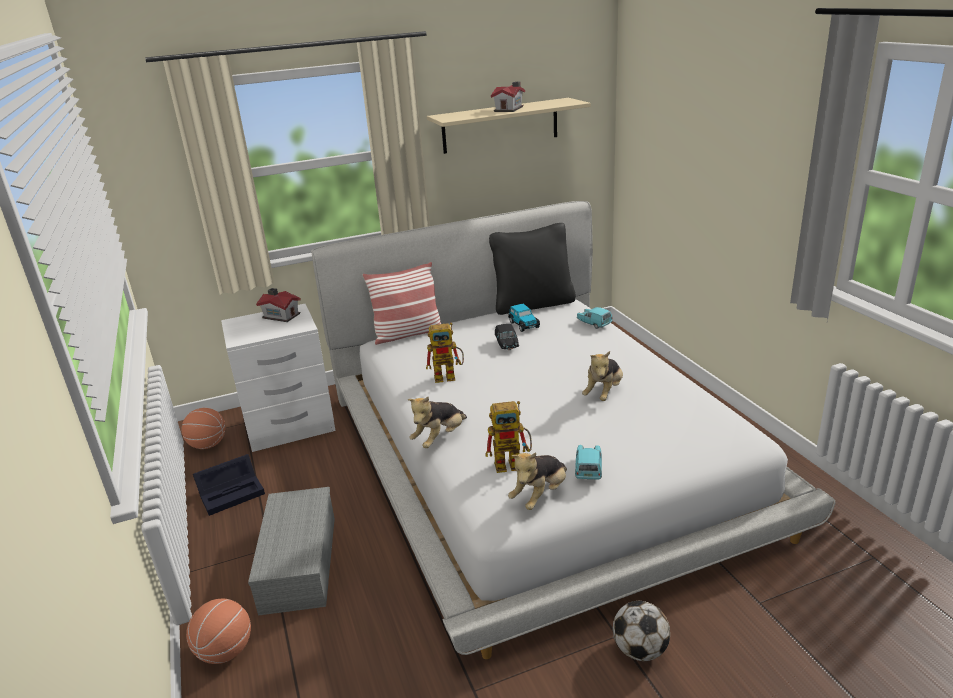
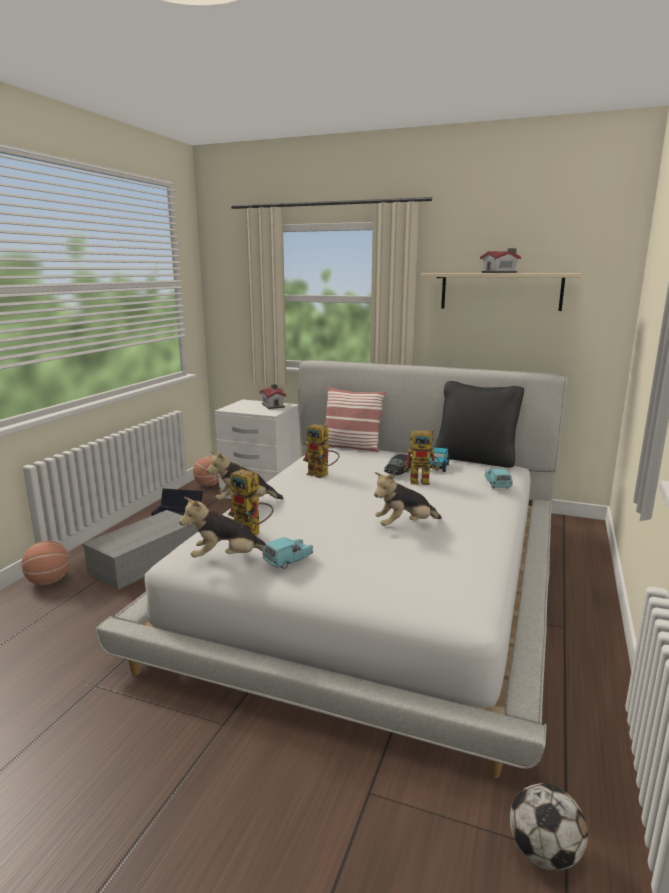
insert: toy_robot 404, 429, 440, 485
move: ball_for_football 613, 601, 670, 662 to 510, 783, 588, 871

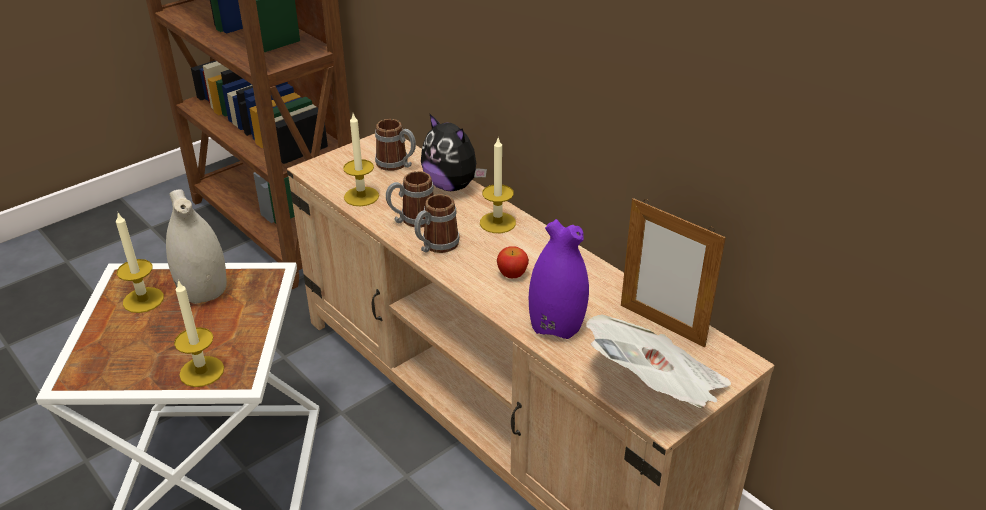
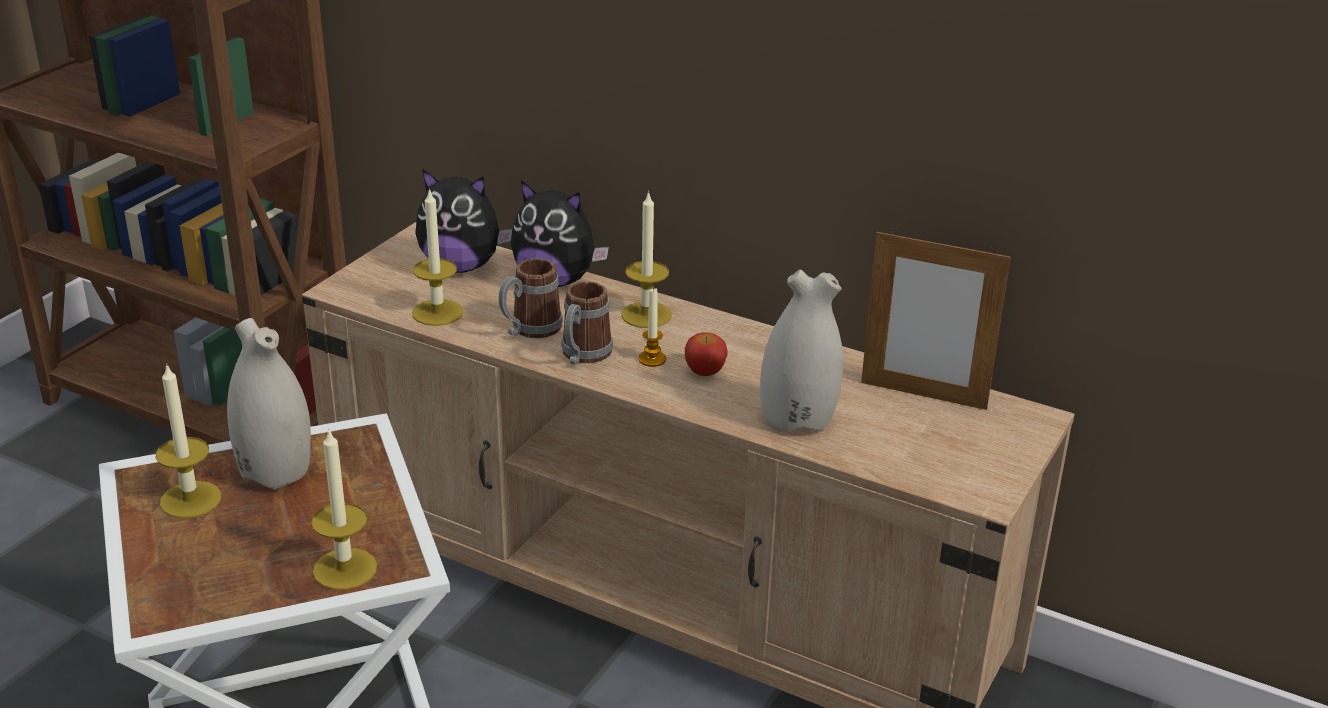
delete: printed_paper 586, 314, 731, 408
insert: wax_light 638, 287, 666, 367
replace: coffee_mug 375, 119, 416, 171 to cuddly_toy 415, 170, 512, 273
recolor: purple_flower_vase 529, 219, 589, 339 to whitish_flower_vase 760, 270, 844, 432

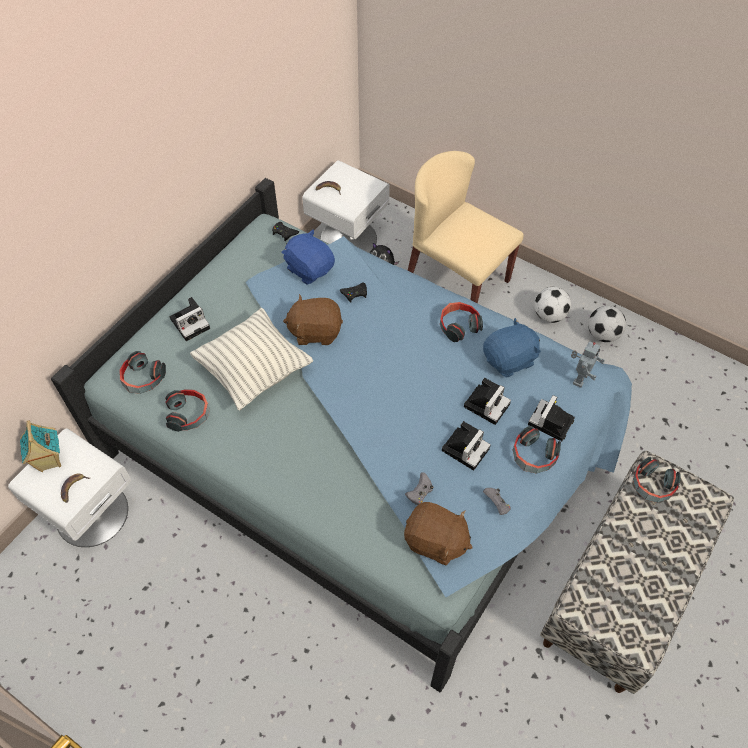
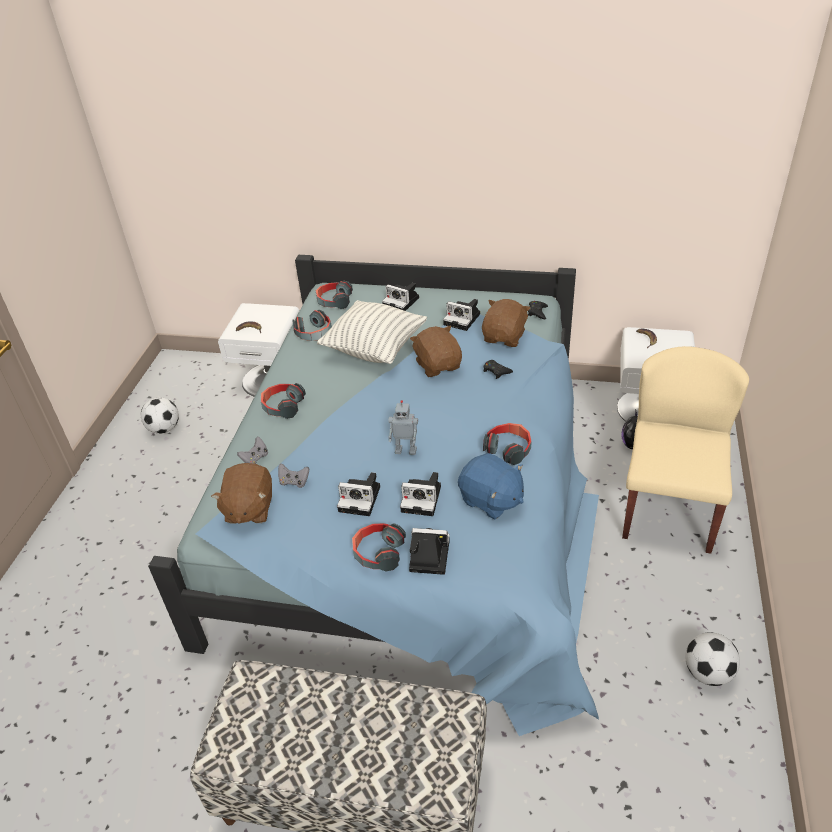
delete: toy_house 20, 420, 61, 472
insert: photo_camera 443, 299, 480, 331
move: grey_gamepad 483, 488, 511, 515 to 237, 436, 268, 464; ball_for_football 534, 287, 571, 323 to 141, 397, 179, 434; toy_robot 571, 341, 605, 388 to 388, 400, 418, 455; pair_of_headphones 633, 457, 681, 503 to 261, 383, 306, 419
recolor: blue-coloured_cuddly_toy 282, 229, 335, 284 to brown_cuddly_toy 482, 299, 530, 347

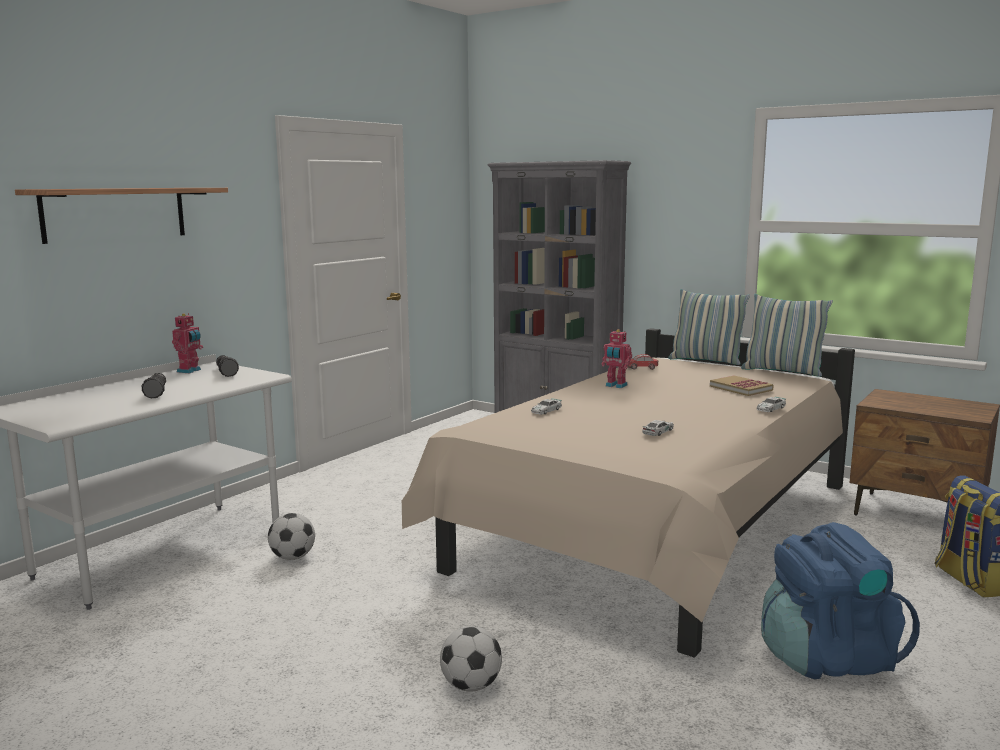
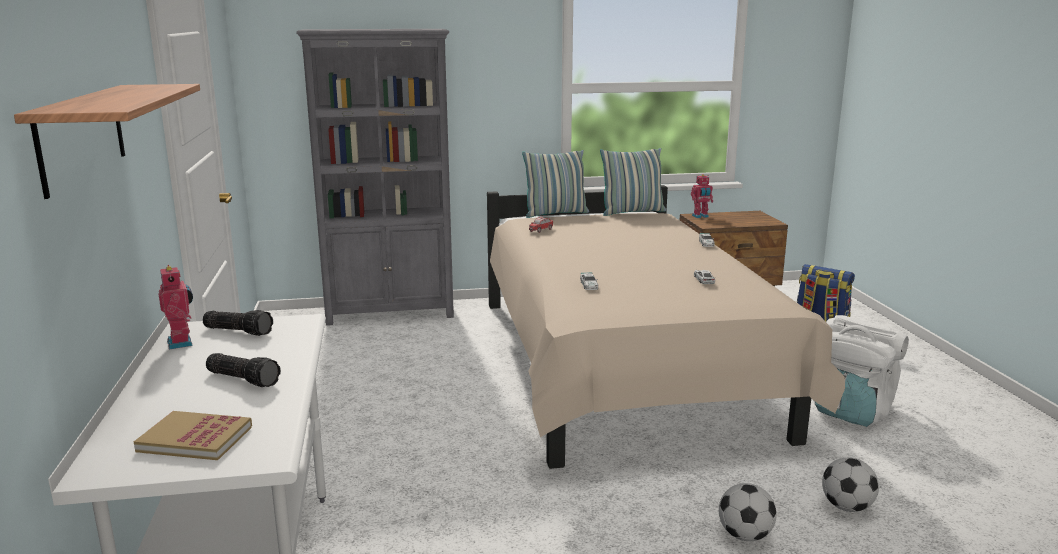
move: ball_for_football 268, 513, 315, 560 to 822, 457, 879, 512; toy_robot 602, 329, 632, 388 to 691, 174, 713, 218; book 710, 376, 774, 396 to 134, 411, 252, 460
recolor: blue-coloured_knapsack 761, 522, 920, 679 to whitish_knapsack 813, 315, 909, 427

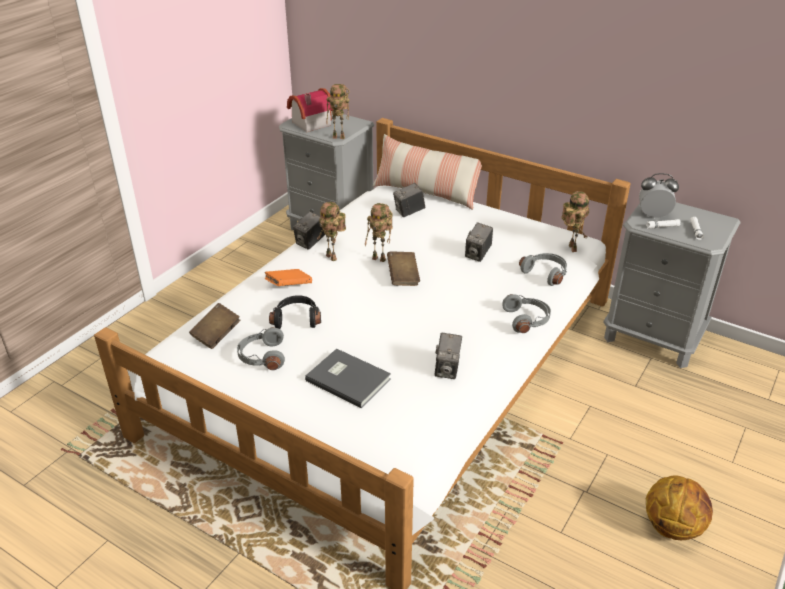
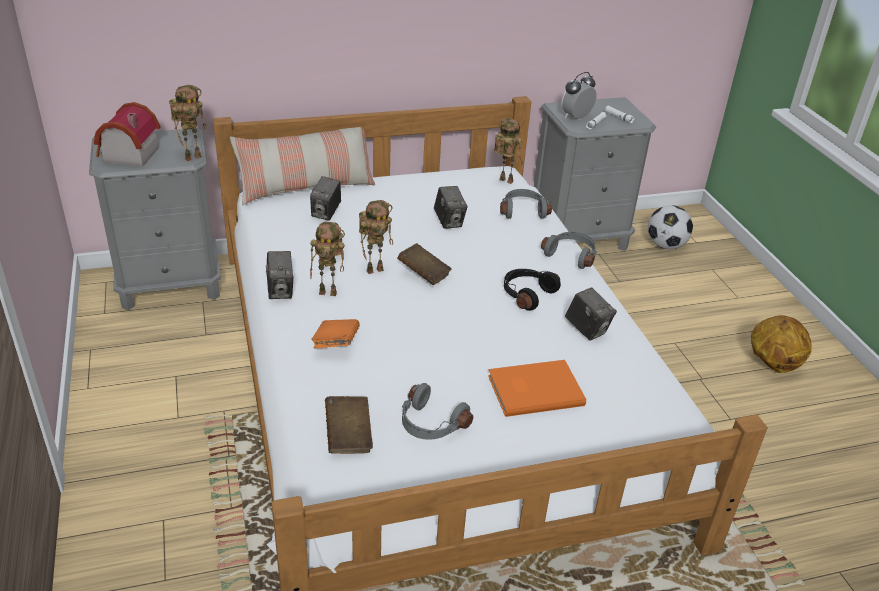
insert: ball_for_football 648, 205, 693, 249
move: blackish_pair_of_headphones 269, 295, 321, 329 to 504, 269, 561, 311
recolor: grey_book 305, 349, 391, 408 to orangey_book 488, 360, 586, 417

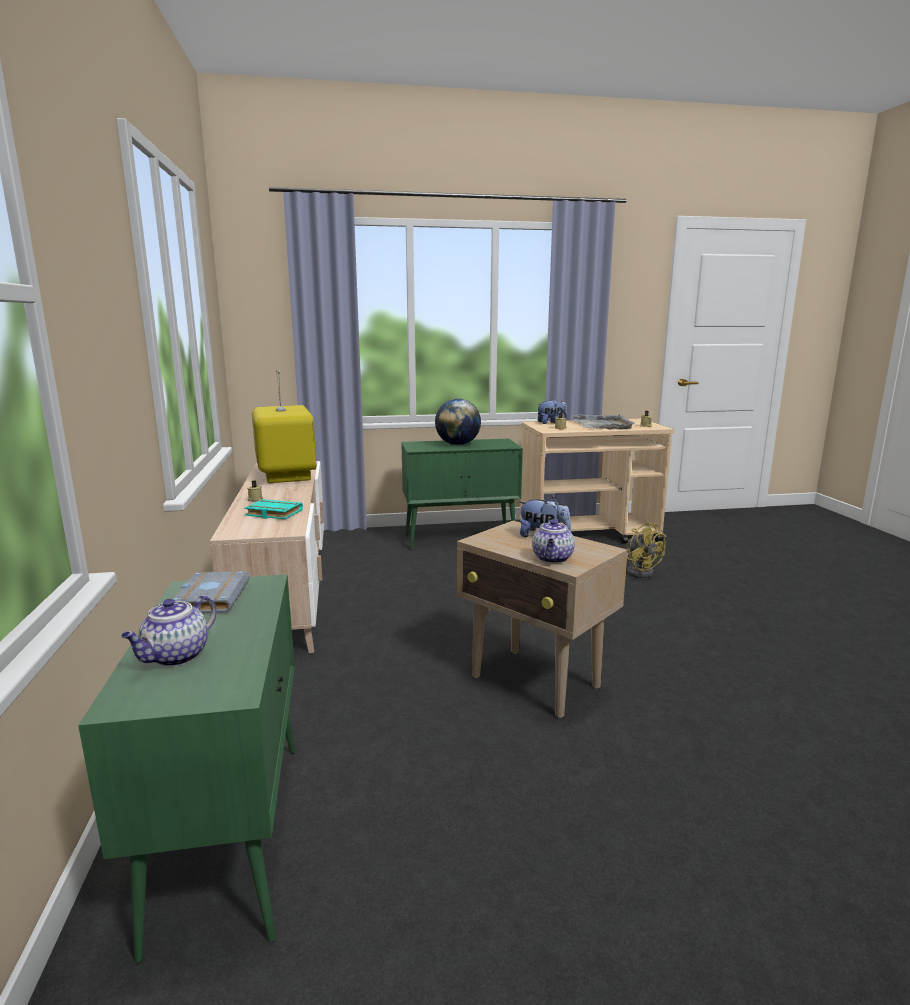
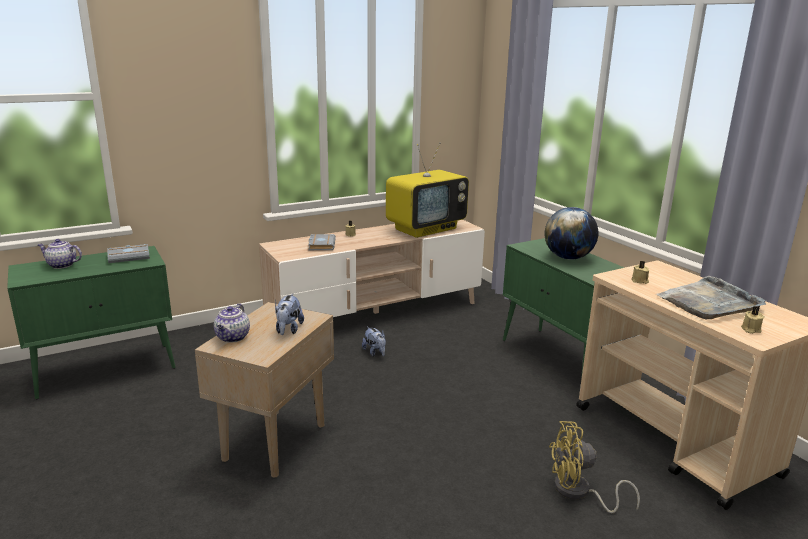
move: cuddly_toy 538, 399, 568, 424 to 362, 327, 386, 357
recolor: turquoise_book 244, 499, 303, 519 to grey_book 308, 234, 336, 250
rotate: teapot 532, 519, 575, 563 = 214, 303, 250, 343 75 degrees counterclockwise; yellow-coloured_fan 626, 521, 666, 578 = 549, 421, 640, 513 45 degrees clockwise

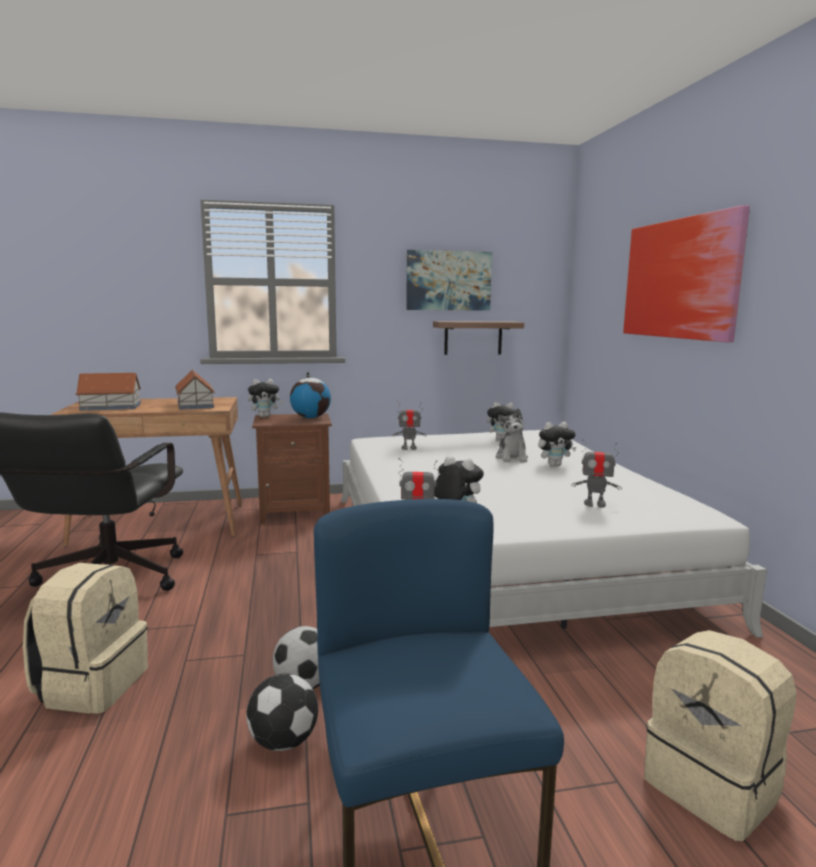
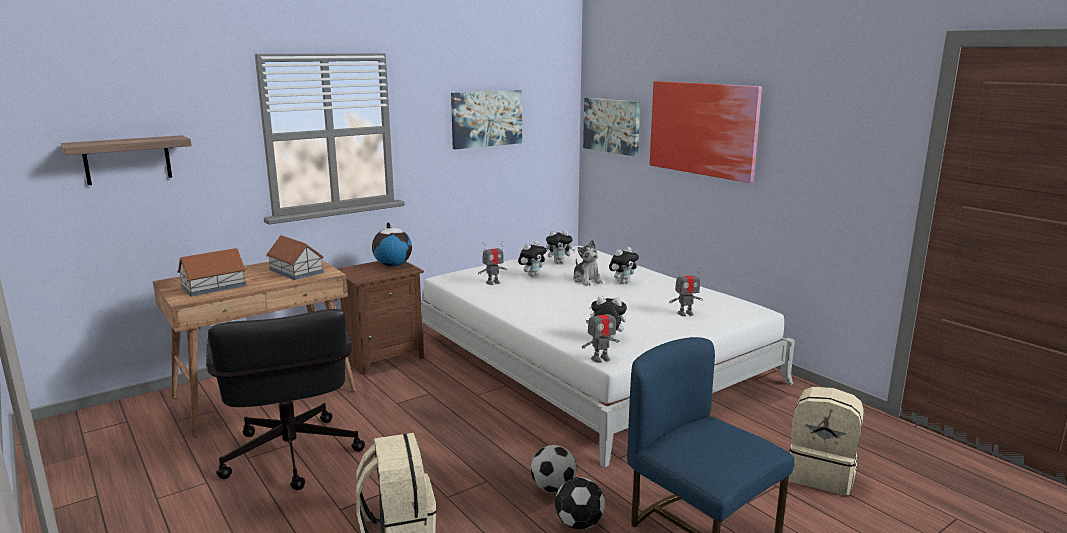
insert: picture 583, 98, 640, 157
move: cuddly_toy 248, 379, 283, 417 to 518, 241, 547, 277; shelf 433, 321, 524, 355 to 60, 135, 192, 185

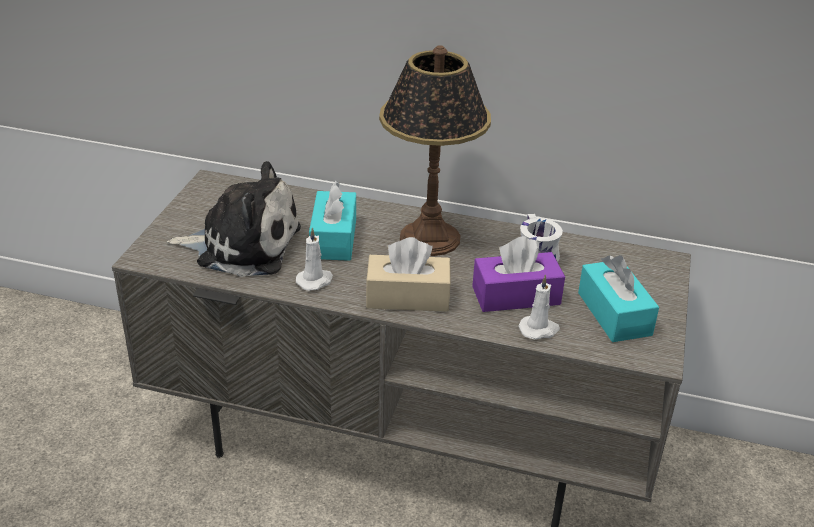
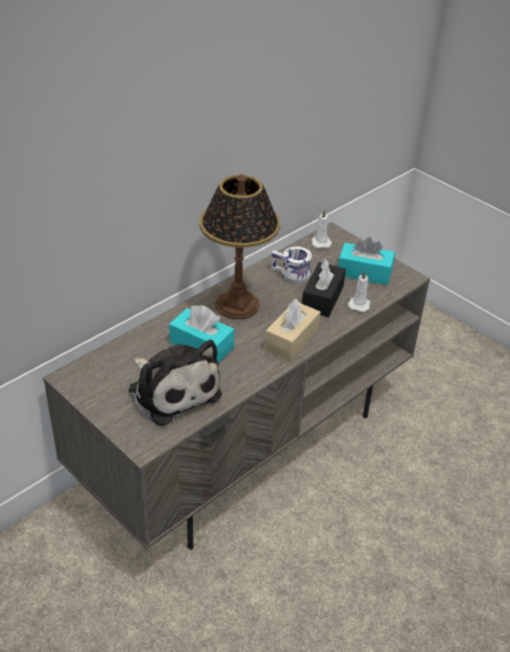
move: whitish_wax_light 296, 227, 333, 291 to 311, 209, 332, 248
recolor: purple_tissue_holder 472, 236, 565, 312 to blackish_tissue_holder 302, 259, 346, 317
rotate: cuddly_toy 167, 161, 301, 277 = 128, 340, 222, 426 105 degrees clockwise

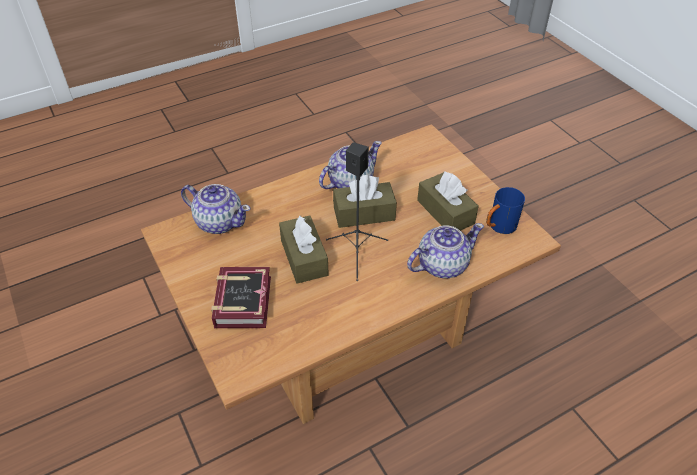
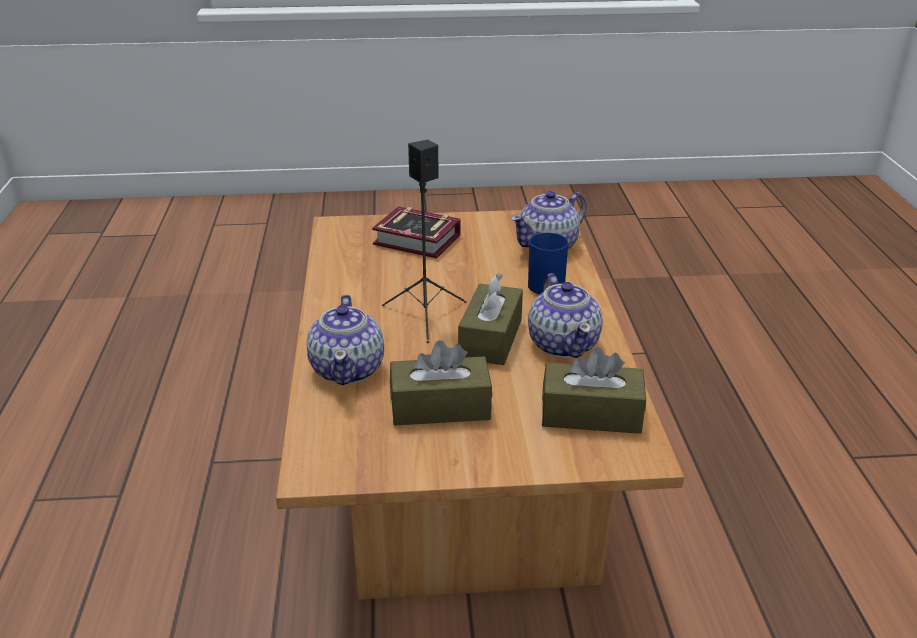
move: brown_tissue_holder 279, 215, 329, 284 to 542, 347, 646, 434; blue-coloured_coffee_mug 486, 187, 525, 234 to 528, 233, 568, 295

